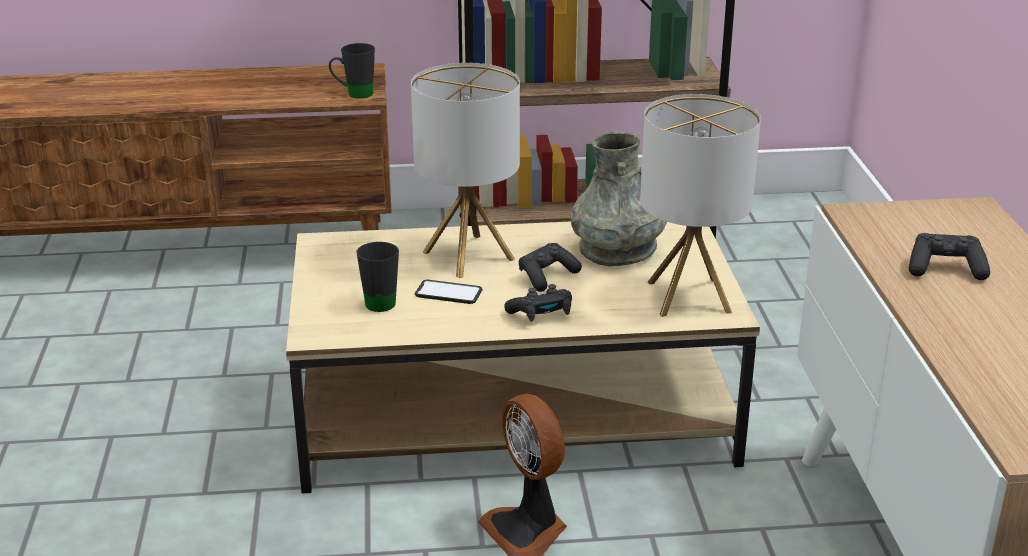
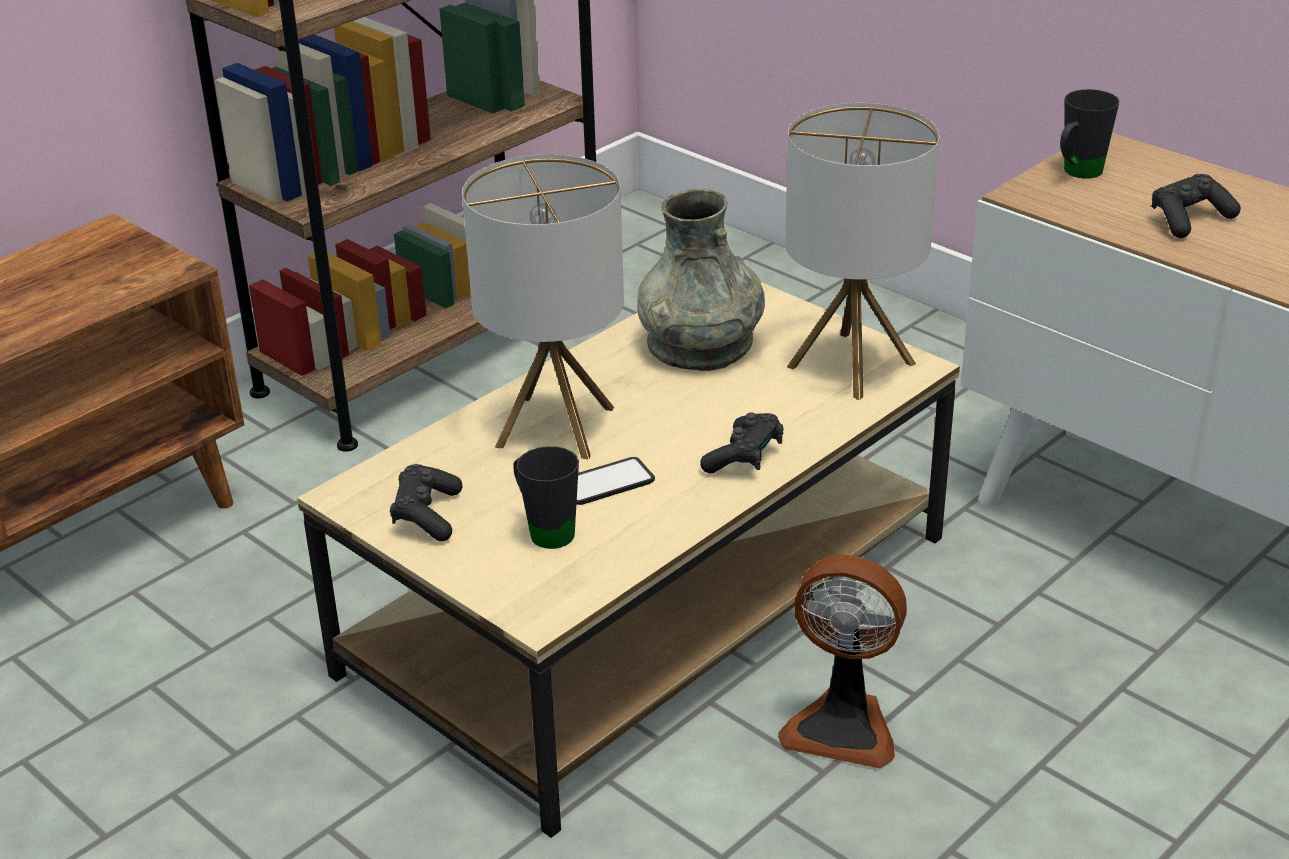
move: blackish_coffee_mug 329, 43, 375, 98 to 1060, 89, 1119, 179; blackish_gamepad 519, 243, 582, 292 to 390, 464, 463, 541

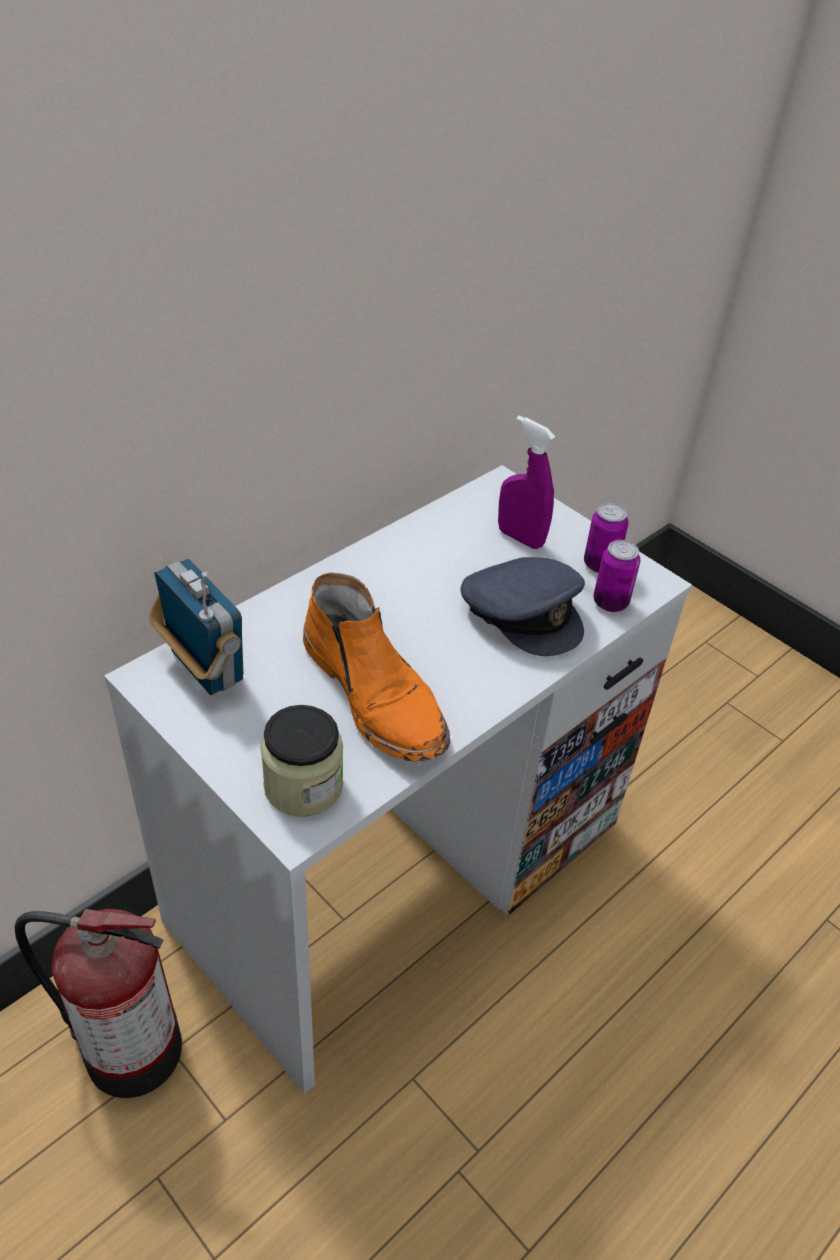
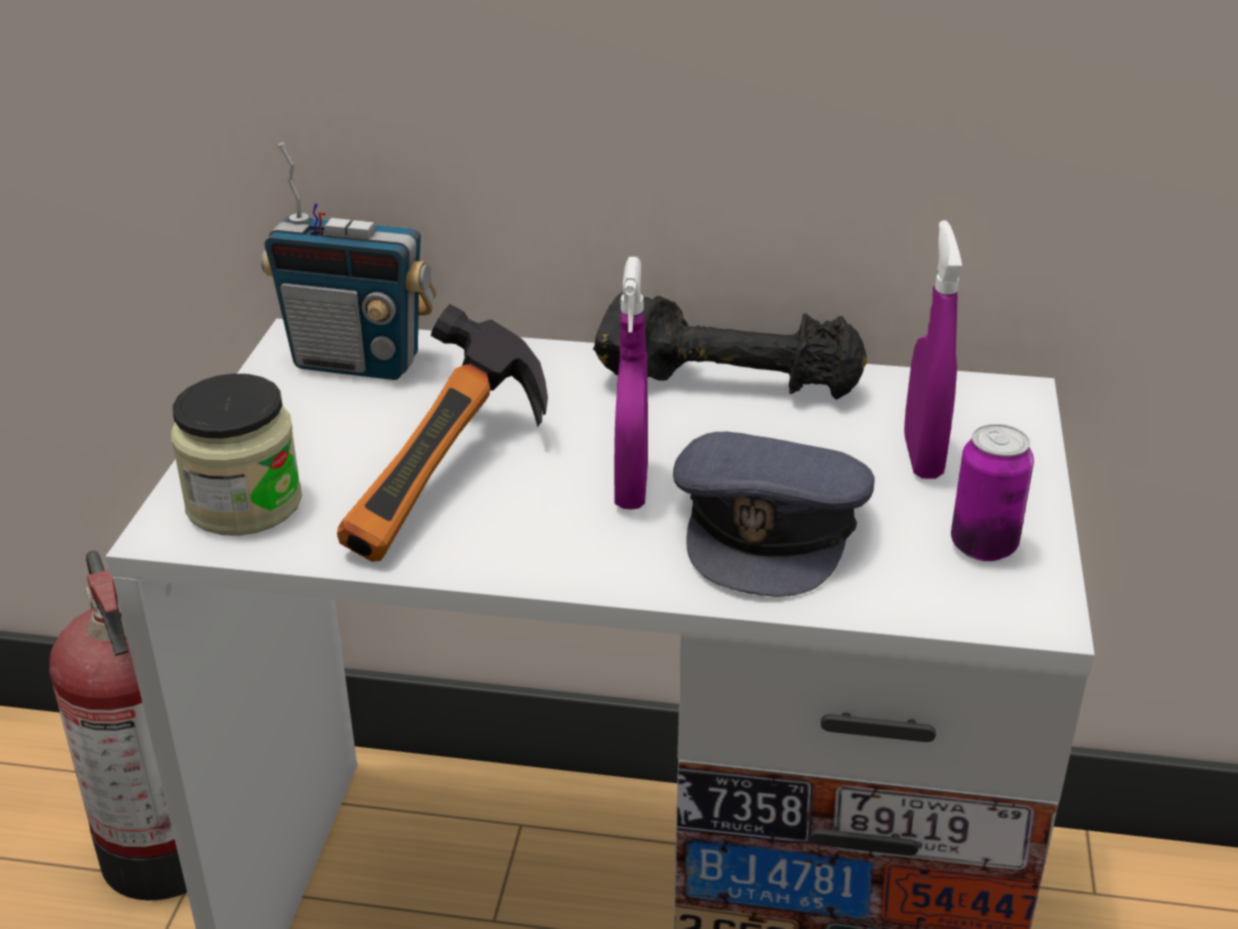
delete: can 593, 540, 640, 612
insert: blackish_hand_weight 593, 292, 867, 400; purple_spray_bottle 614, 257, 648, 510
replace: orangey_tall_boot 303, 573, 450, 762 to tool_hammer 337, 304, 548, 562
rotate: radio 149, 559, 244, 695 = 261, 142, 436, 380 90 degrees clockwise

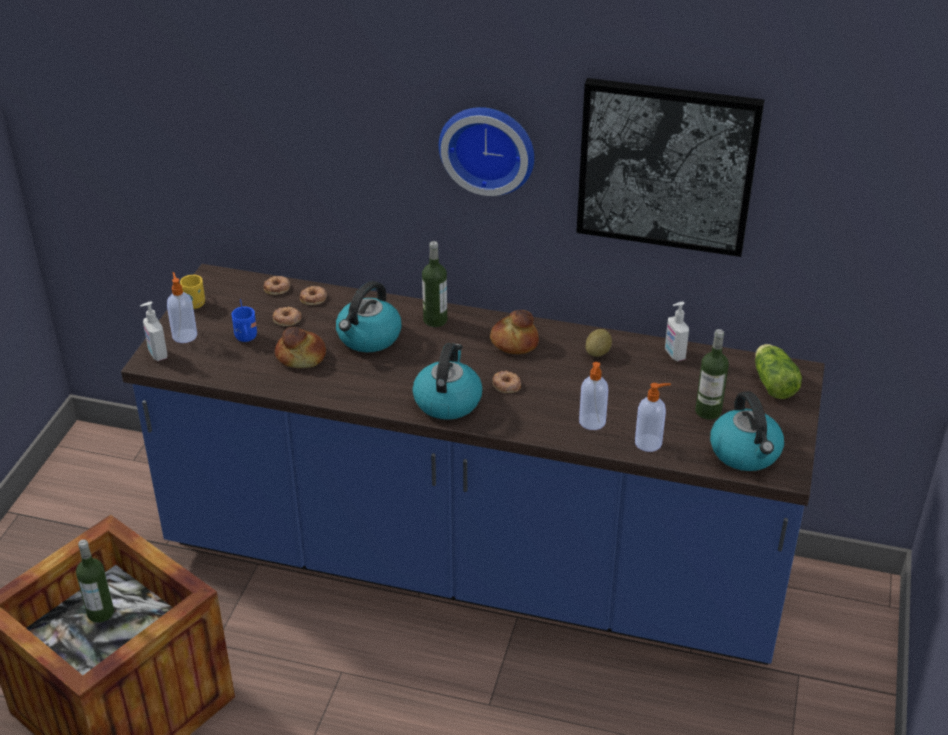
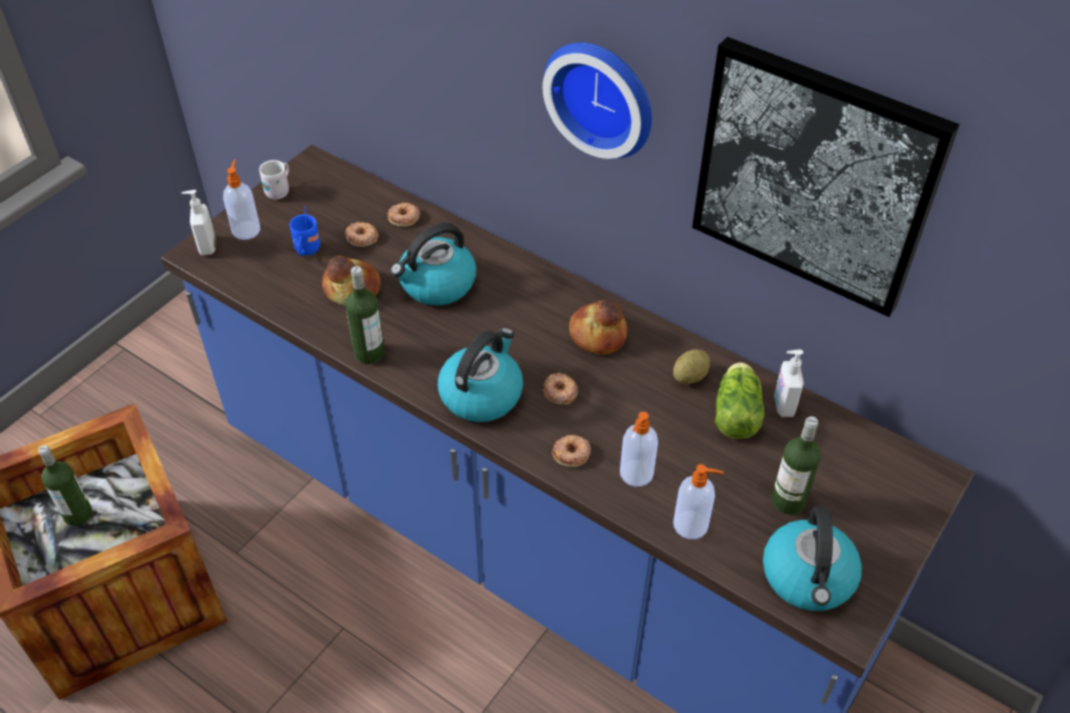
move: ring_doughnut 264, 276, 290, 295 to 552, 435, 591, 467; beverage_bottle 422, 241, 447, 327 to 345, 266, 385, 364; lettuce 755, 344, 802, 399 to 715, 362, 765, 439
recolor: yellow-coloured_coffee_mug 180, 275, 205, 309 to whitish_coffee_mug 259, 160, 289, 200

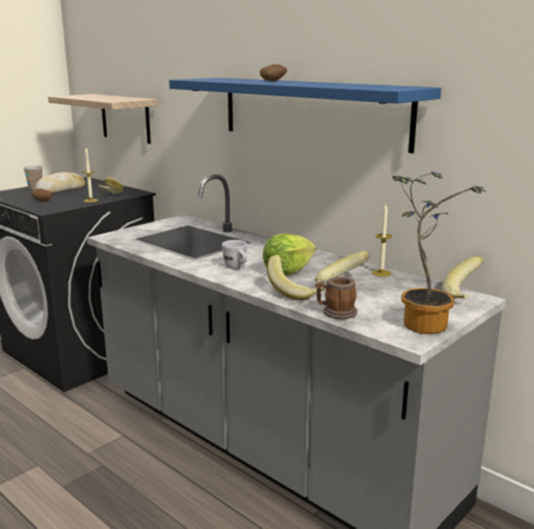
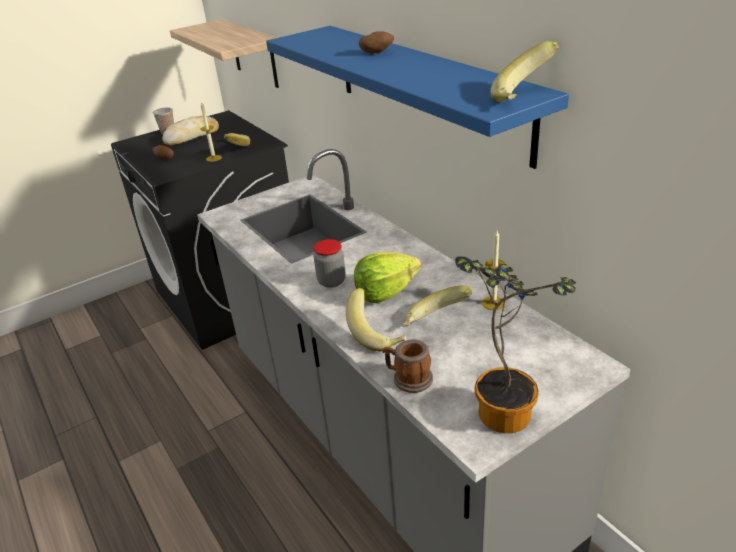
move: whole_banana 442, 256, 484, 299 to 490, 41, 559, 102
replace: whitish_coffee_mug 222, 240, 247, 269 to preserve_jar 313, 239, 345, 288

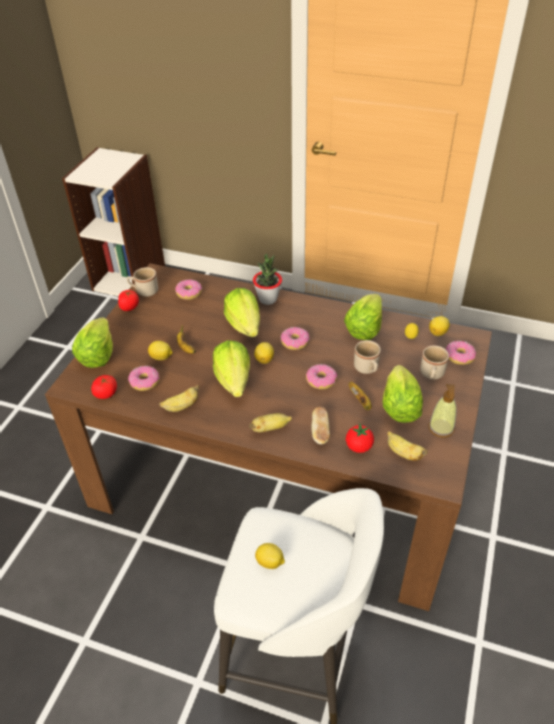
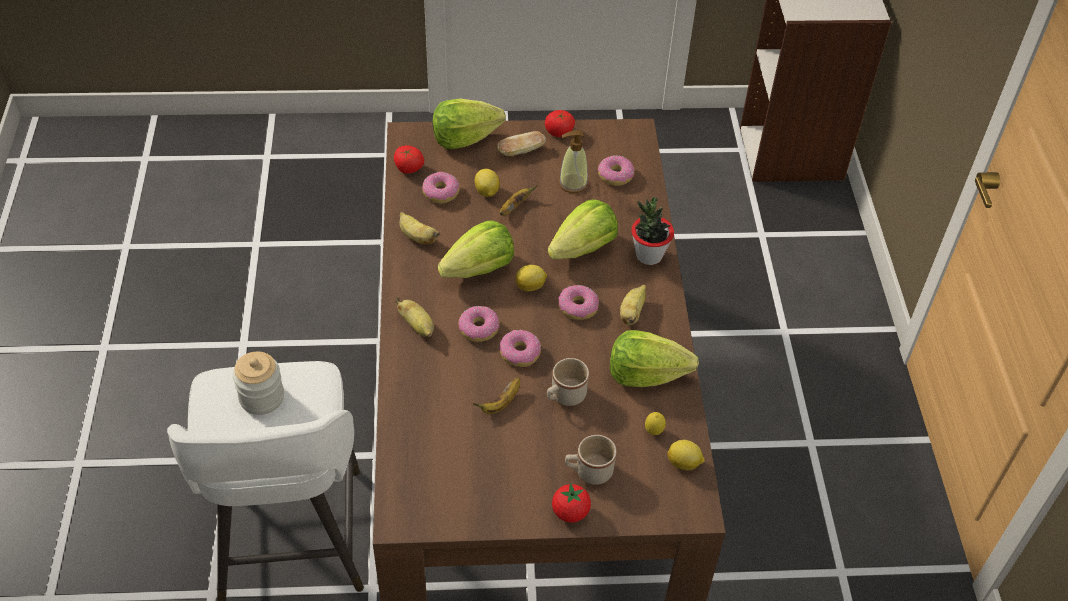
delete: sand-coloured_coffee_mug 127, 267, 158, 297; lettuce 382, 365, 423, 423
move: bread 311, 407, 330, 444 to 497, 131, 546, 156; tomato 346, 424, 374, 453 to 552, 483, 591, 523; whole_banana 387, 431, 428, 460 to 620, 285, 646, 326; liquid_soap_bottle 429, 384, 456, 438 to 559, 130, 588, 193; ring_doughnut 445, 341, 476, 365 to 458, 306, 499, 342
replace: lemon 255, 543, 285, 569 to preserve_jar 233, 352, 284, 415

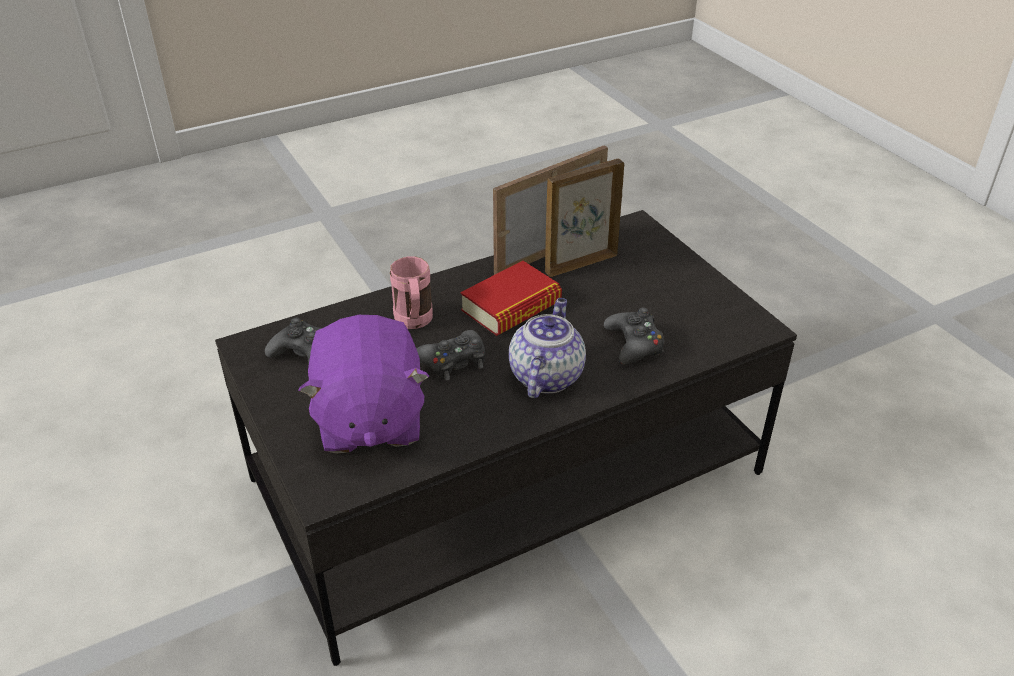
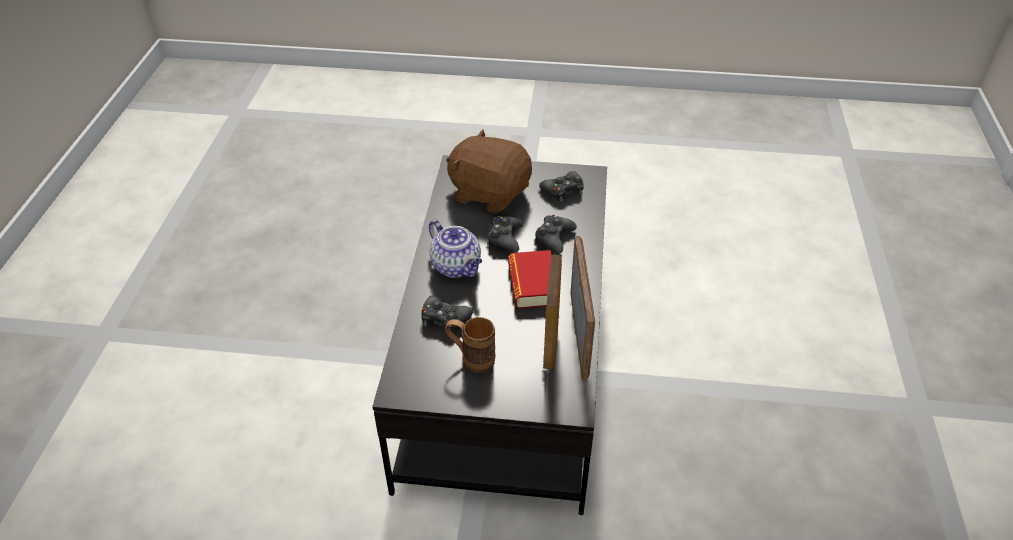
insert: brown_coffee_mug 445, 317, 495, 372
replace: pink-coloured_coffee_mug 390, 256, 433, 329 to blackish_gamepad 534, 215, 577, 253
recolor: purple_cuddly_toy 298, 315, 429, 454 to brown_cuddly_toy 446, 129, 532, 213

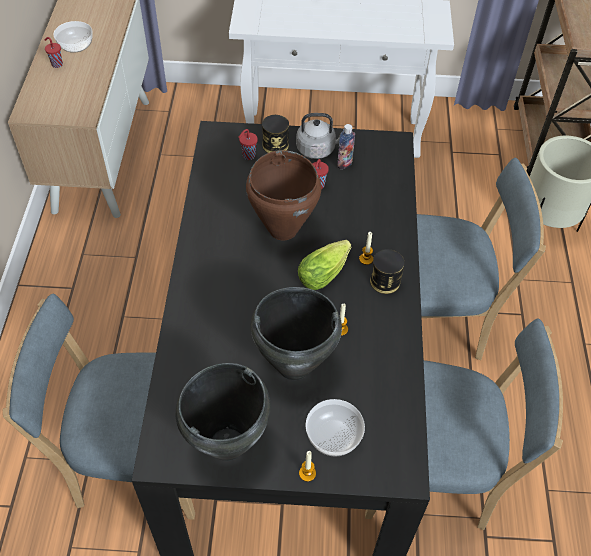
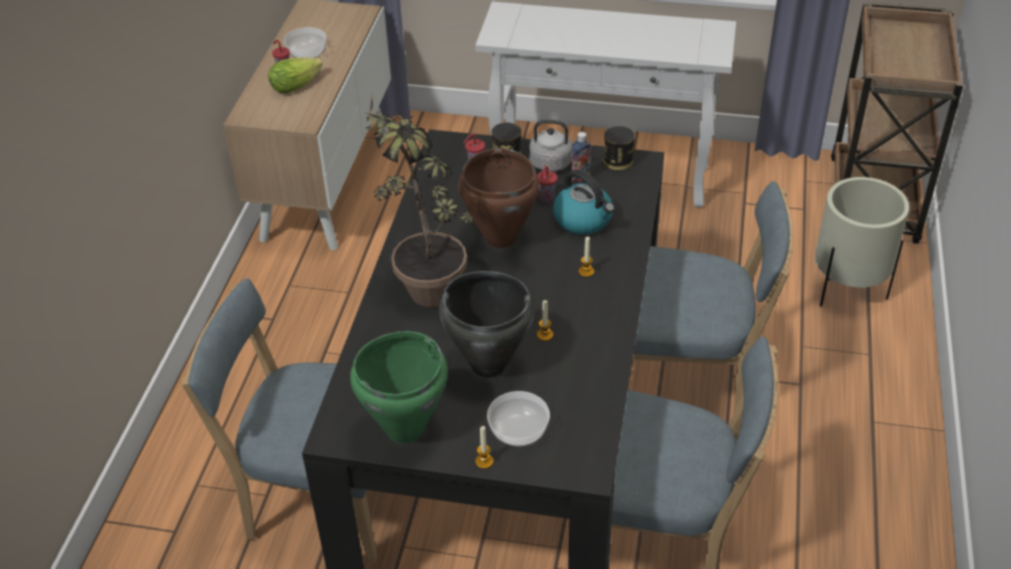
insert: plant_in_a_pot 366, 92, 474, 307; kettle 553, 170, 615, 235
move: lettuce 298, 240, 351, 290 to 268, 57, 322, 93; can 370, 249, 404, 294 to 603, 126, 635, 171
recolor: blackish_stockpot 176, 363, 271, 461 to greenish_stockpot 350, 331, 448, 443

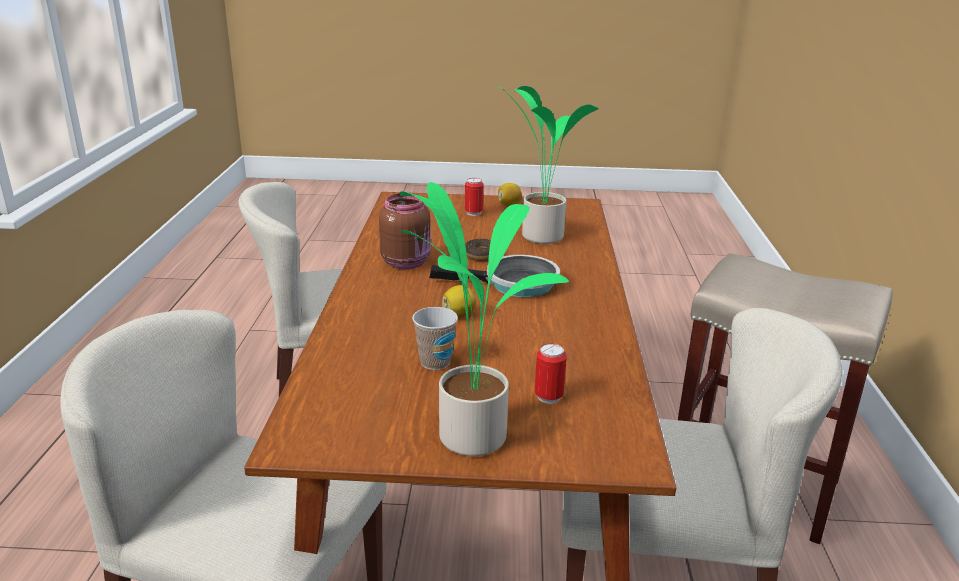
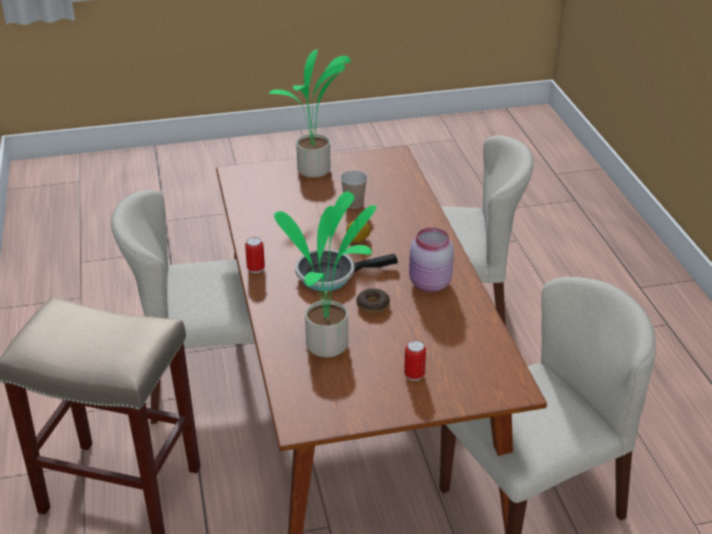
delete: lemon 498, 183, 522, 205
move: can 535, 343, 567, 404 to 245, 237, 265, 273
recolor: brown_preserve_jar 379, 194, 431, 269 to pink-coloured_preserve_jar 409, 227, 454, 292

